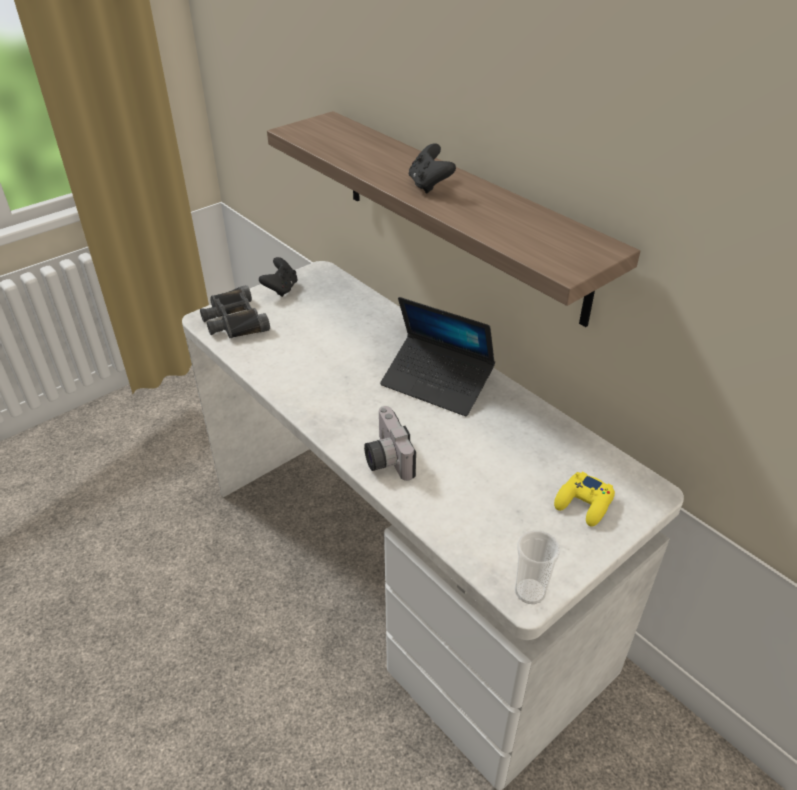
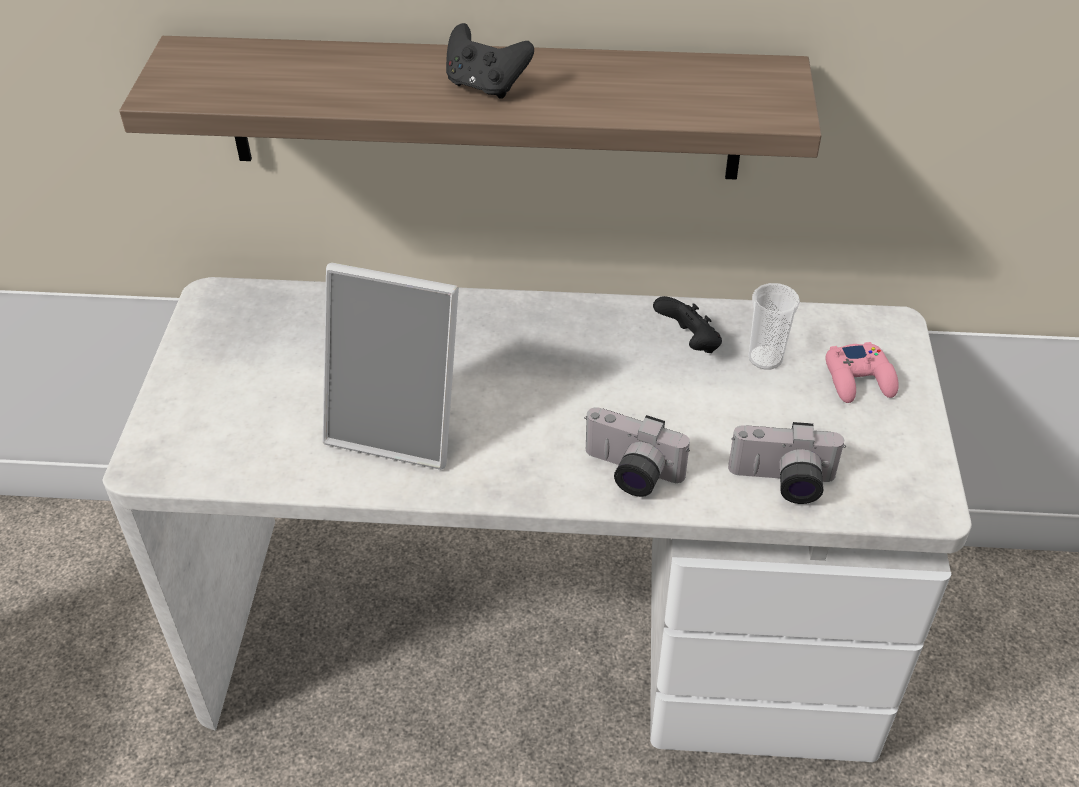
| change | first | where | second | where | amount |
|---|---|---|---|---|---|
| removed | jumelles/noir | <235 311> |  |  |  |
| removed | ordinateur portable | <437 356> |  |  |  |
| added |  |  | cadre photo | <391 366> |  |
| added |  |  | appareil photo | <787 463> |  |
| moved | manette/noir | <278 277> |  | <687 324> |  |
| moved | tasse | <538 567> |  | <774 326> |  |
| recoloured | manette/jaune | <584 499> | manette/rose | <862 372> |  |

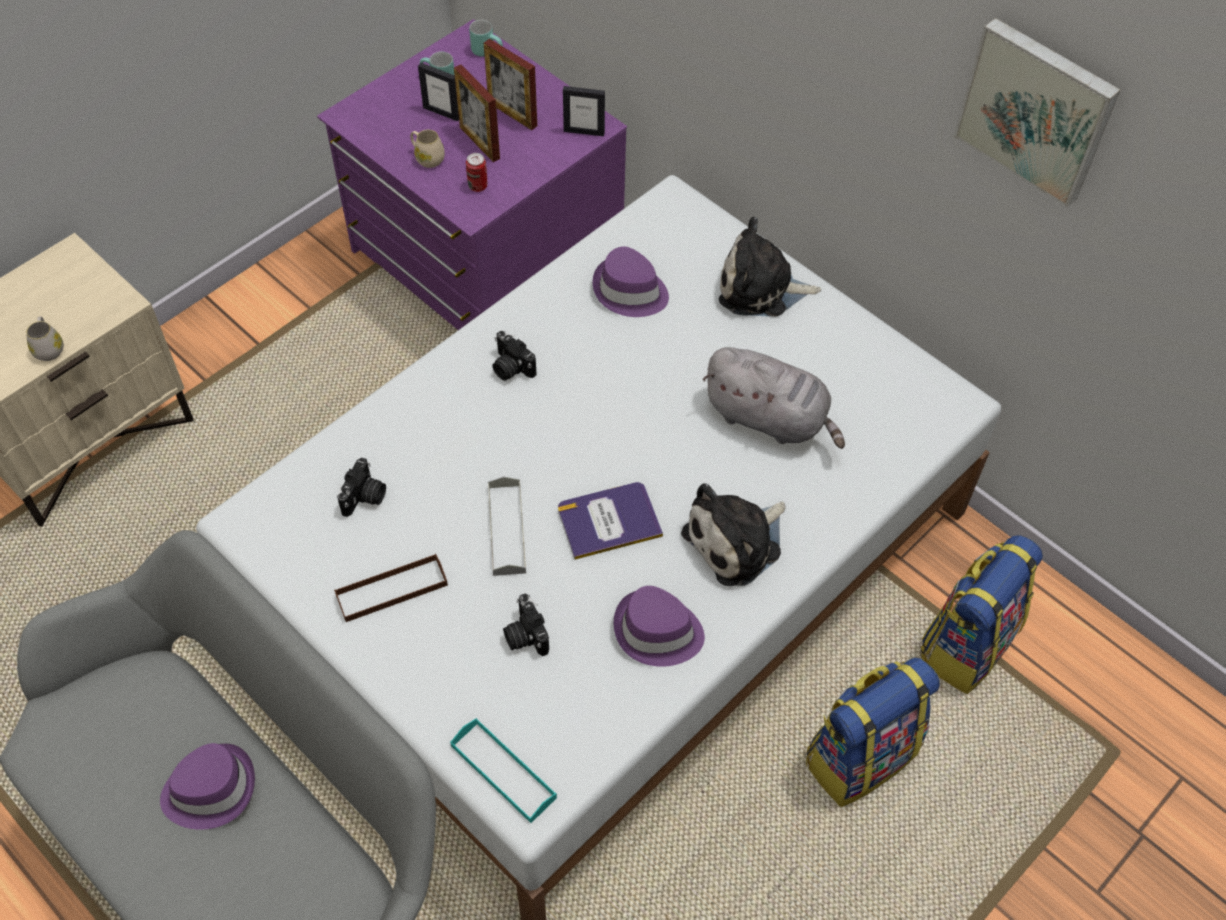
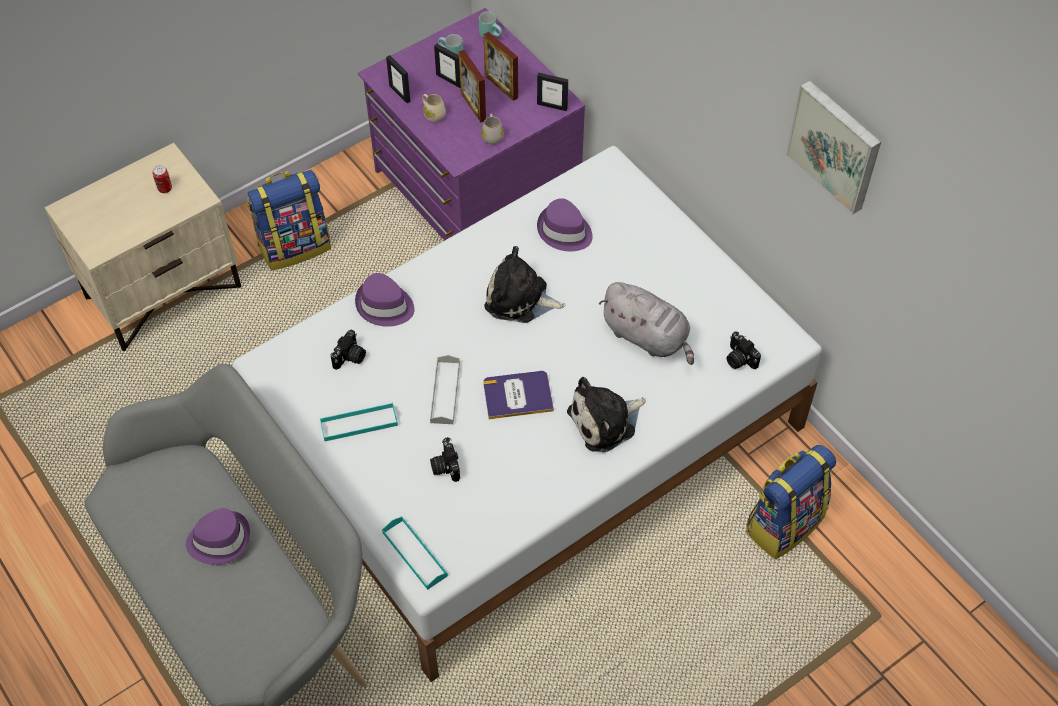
| change | first | where | second | where | amount |
|---|---|---|---|---|---|
| added |  |  | cadre photo | <398 79> |  |
| moved | mug/blanc | <45 339> |  | <492 128> |  |
| moved | boîte métallique | <476 172> |  | <162 179> |  |
| moved | appareil photo | <514 356> |  | <743 350> |  |
| moved | chapeau/violet | <659 626> |  | <385 300> |  |
| moved | peluche | <770 267> |  | <524 284> |  |
| moved | sac à dos | <873 732> |  | <289 220> |  |
| recoloured | plateau/marron | <391 588> | plateau/turquoise | <359 422> |  |

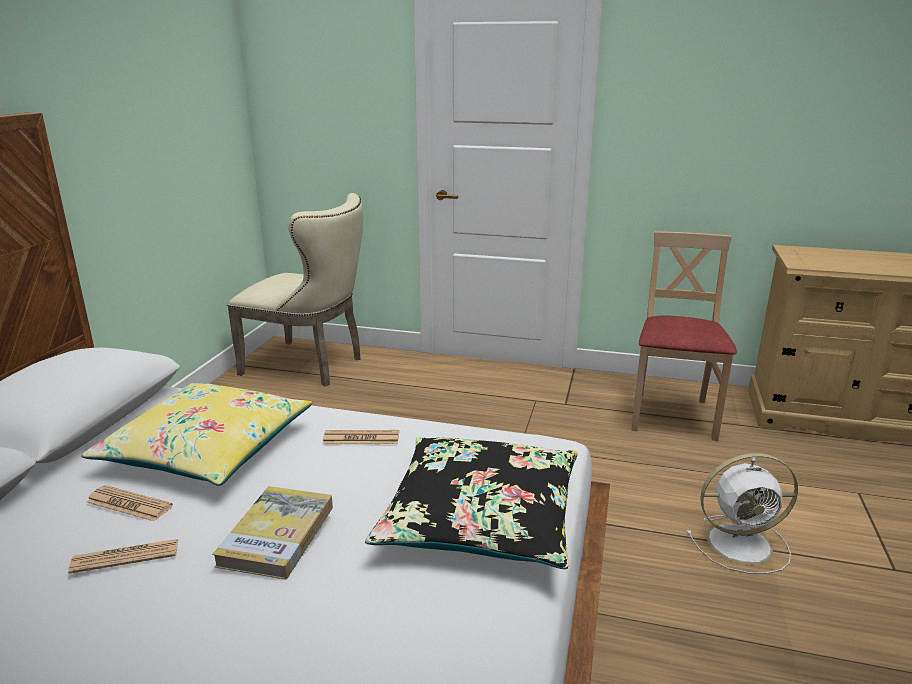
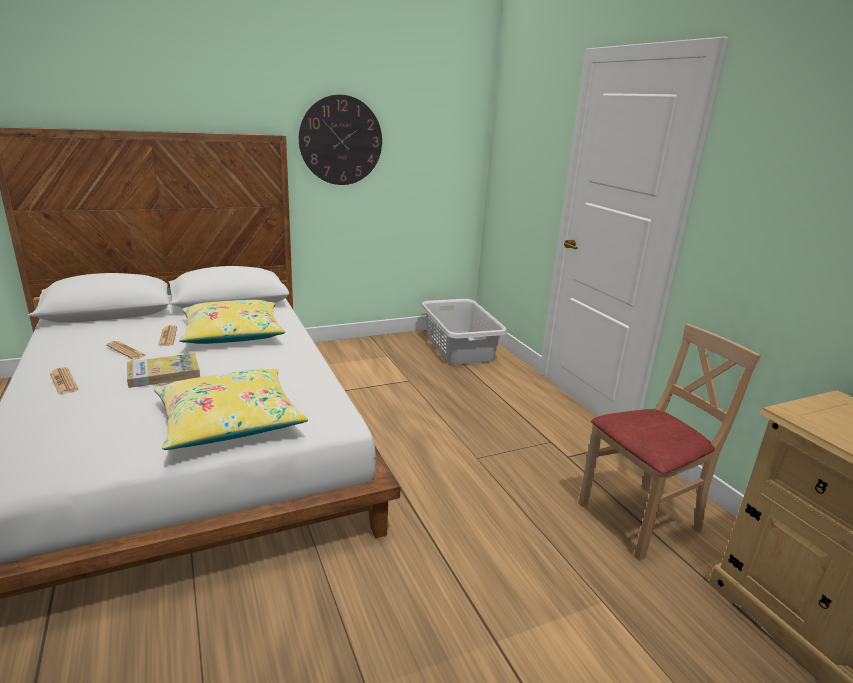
| change | first | where | second | where | amount |
|---|---|---|---|---|---|
| removed | ventilateur/blanc | <742 513> |  |  |  |
| added |  |  | horloge murale | <340 140> |  |
| moved | journal | <361 437> |  | <64 381> |  |
| replaced | chaise/beige | <295 289> | panier à linge/gris | <464 332> |  |
| recoloured | coussin/noir | <471 503> | coussin/jaune | <231 409> |  |

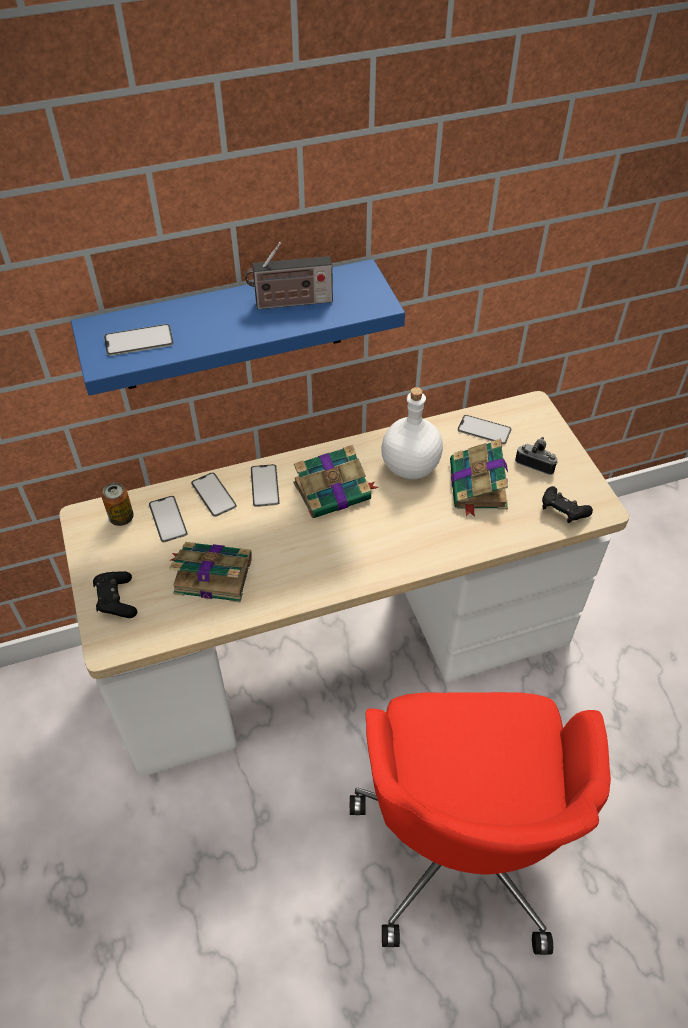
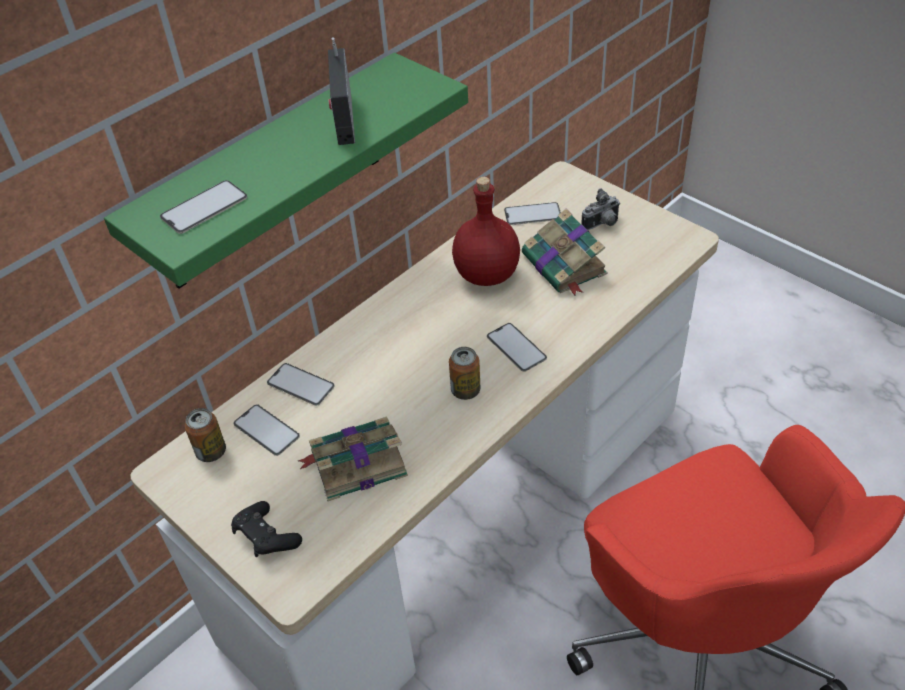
| change | first | where | second | where | amount |
|---|---|---|---|---|---|
| removed | livre | <336 481> |  |  |  |
| removed | manette/noir | <567 504> |  |  |  |
| added |  |  | boîte métallique | <464 373> |  |
| moved | téléphone | <265 485> |  | <517 347> |  |
| recoloured | étagère/bleu | <238 327> | étagère/vert | <286 171> |  |
| recoloured | bouteille/blanc | <412 433> | bouteille/rouge | <486 231> |  |
| turned | radio | <289 275> |  | <341 91> | 120 degrees clockwise |
| turned | appareil photo | <536 456> |  | <600 209> | 150 degrees clockwise |

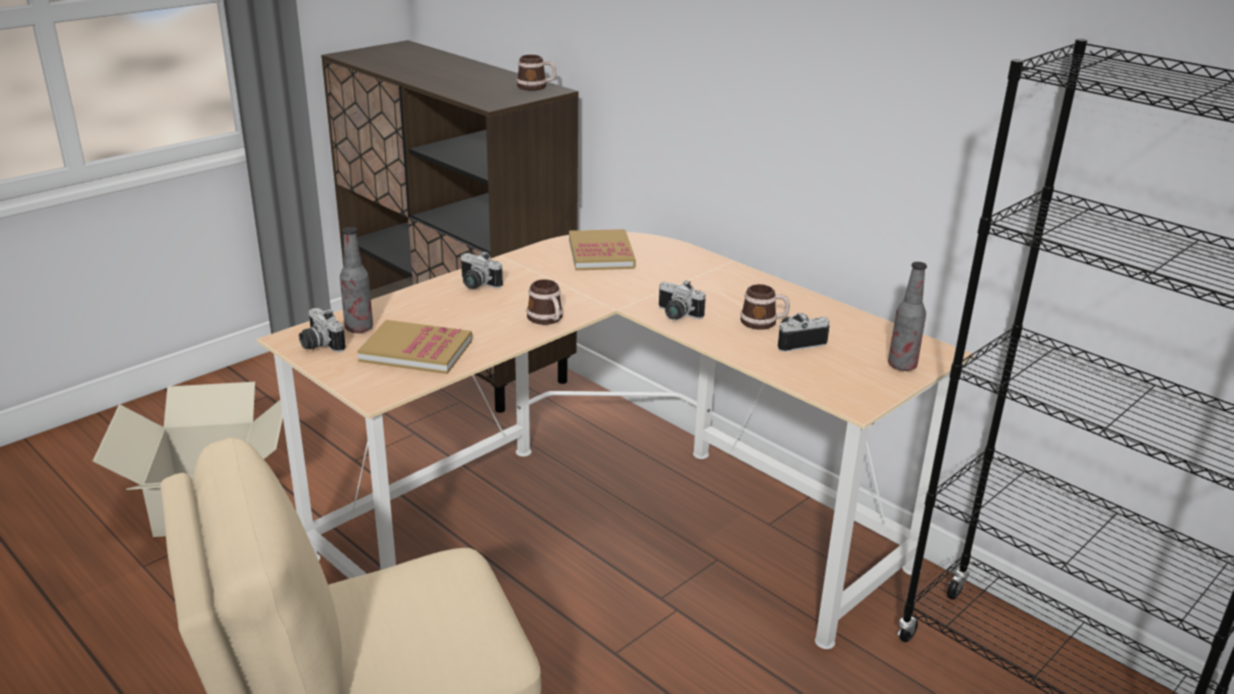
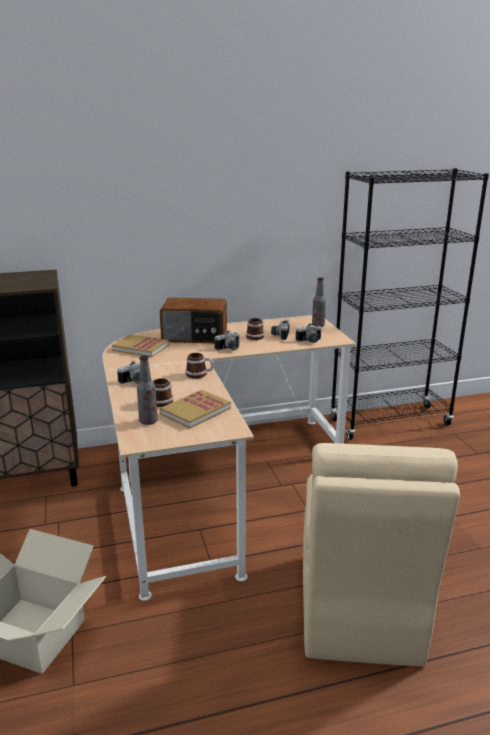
| change | first | where | second | where | amount |
|---|---|---|---|---|---|
| added |  |  | radio | <193 320> |  |
| moved | appareil photo | <322 330> |  | <308 333> |  |
| moved | mug | <536 73> |  | <163 392> |  |

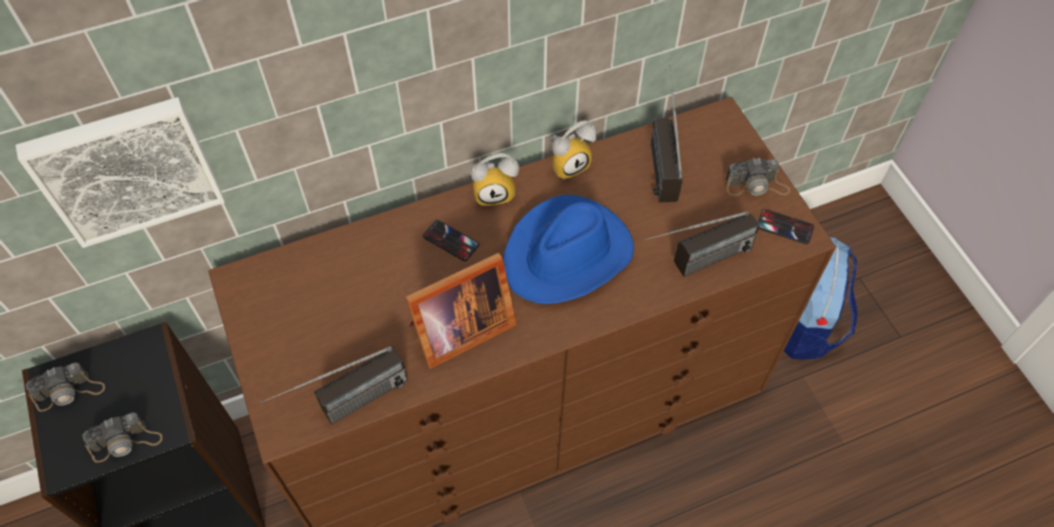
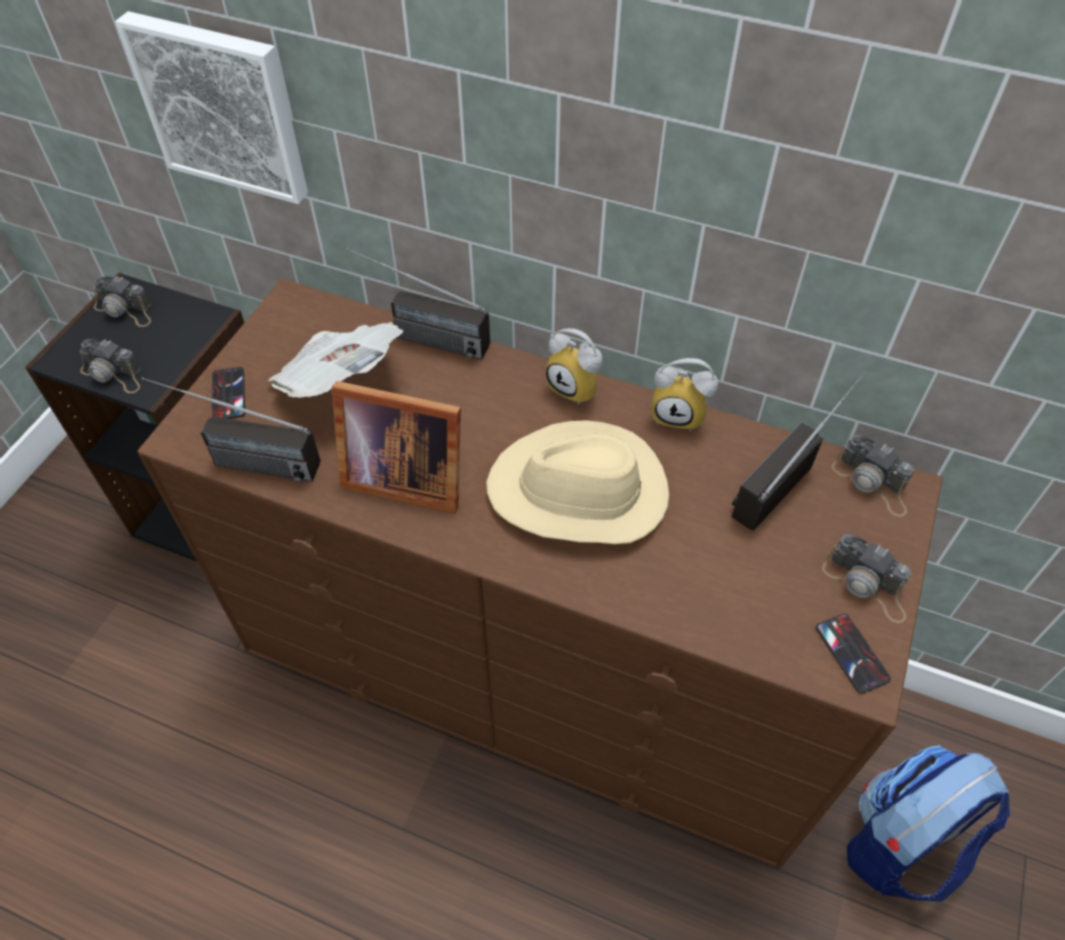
| change | first | where | second | where | amount |
|---|---|---|---|---|---|
| added |  |  | journal | <336 360> |  |
| added |  |  | appareil photo | <873 476> |  |
| moved | téléphone | <451 240> |  | <228 393> |  |
| moved | radio | <701 244> |  | <418 303> |  |
| recoloured | chapeau/bleu | <568 249> | chapeau/beige | <577 482> |  |

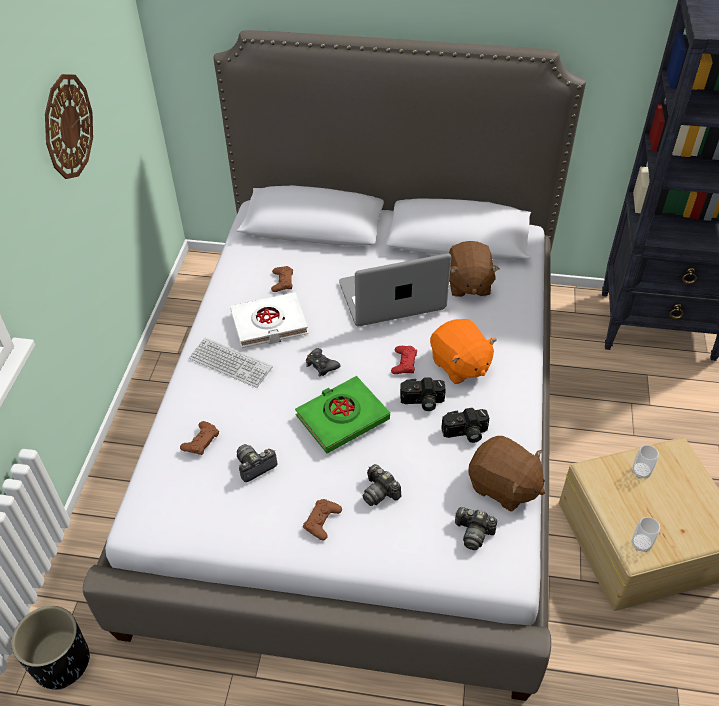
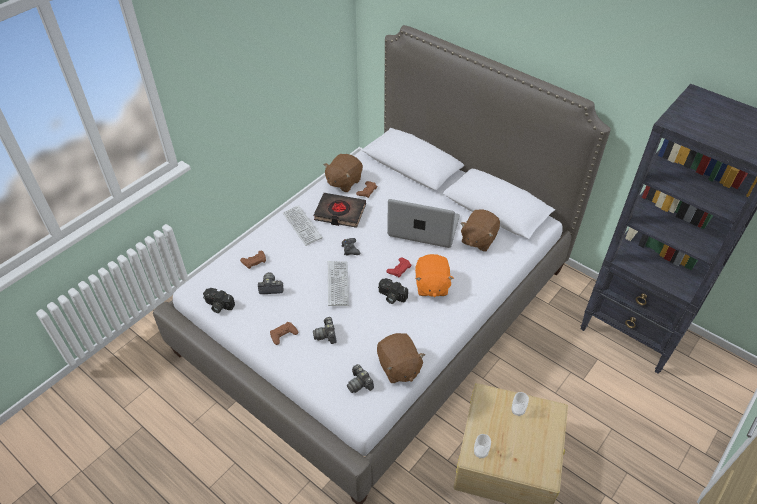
| change | first | where | second | where | amount |
|---|---|---|---|---|---|
| removed | cache-pot/noir | <50 648> |  |  |  |
| removed | horloge murale | <69 126> |  |  |  |
| added |  |  | peluche/marron | <343 173> |  |
| moved | appareil photo | <465 425> |  | <219 300> |  |
| replaced | livre/vert | <342 414> | clavier | <338 283> |  |
| recoloured | livre/blanc | <269 320> | livre/noir | <340 210> |  |

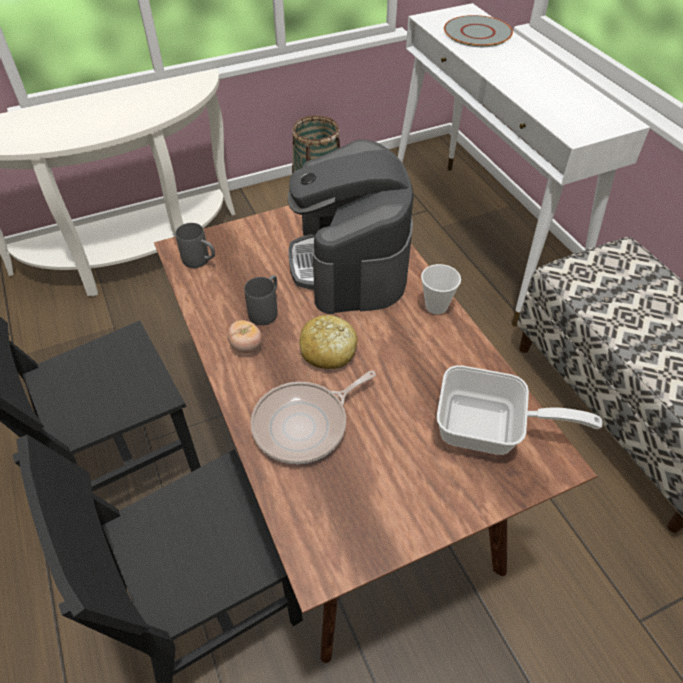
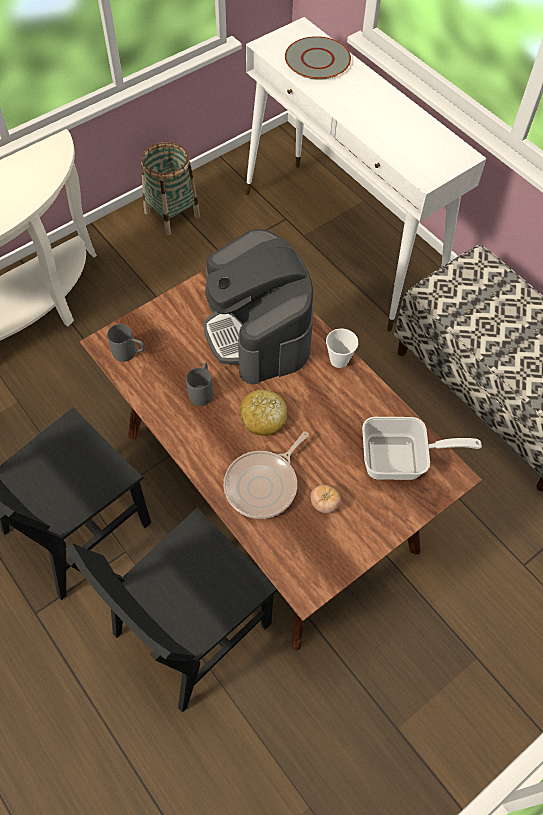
| change | first | where | second | where | amount |
|---|---|---|---|---|---|
| moved | tomate | <245 336> |  | <326 499> |  |

